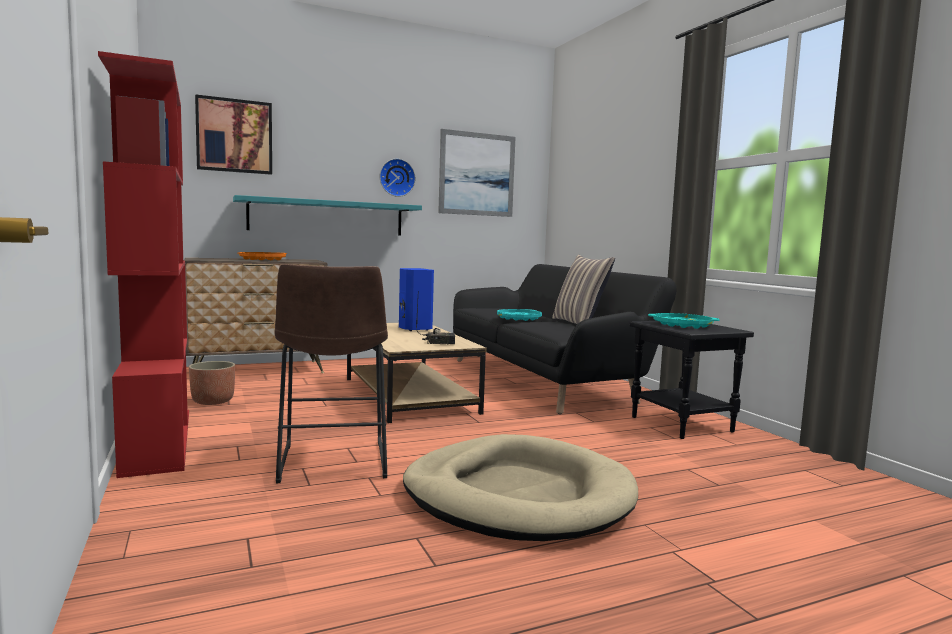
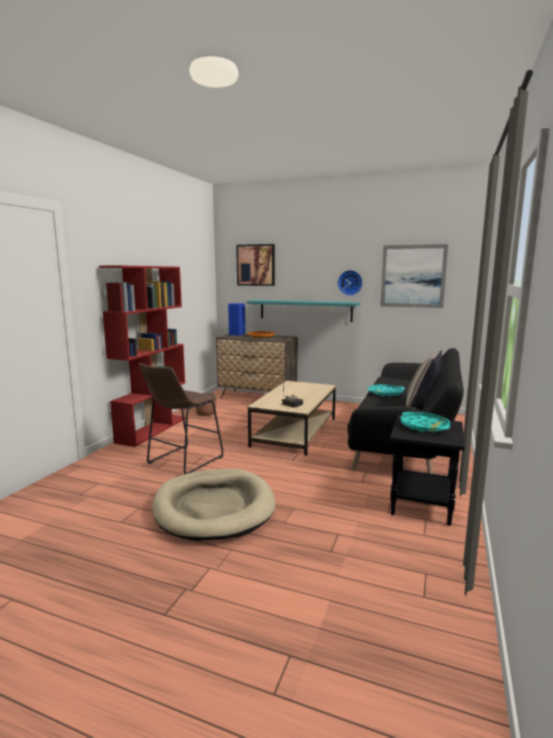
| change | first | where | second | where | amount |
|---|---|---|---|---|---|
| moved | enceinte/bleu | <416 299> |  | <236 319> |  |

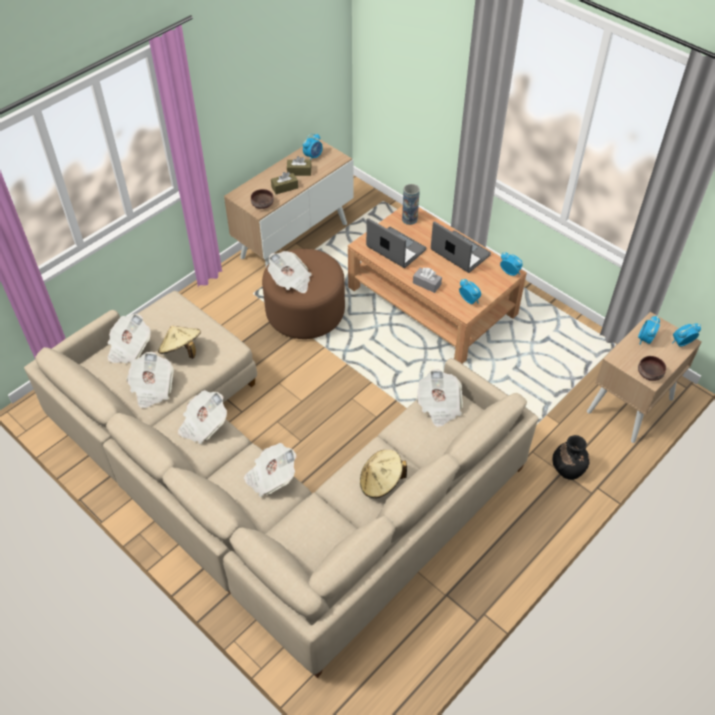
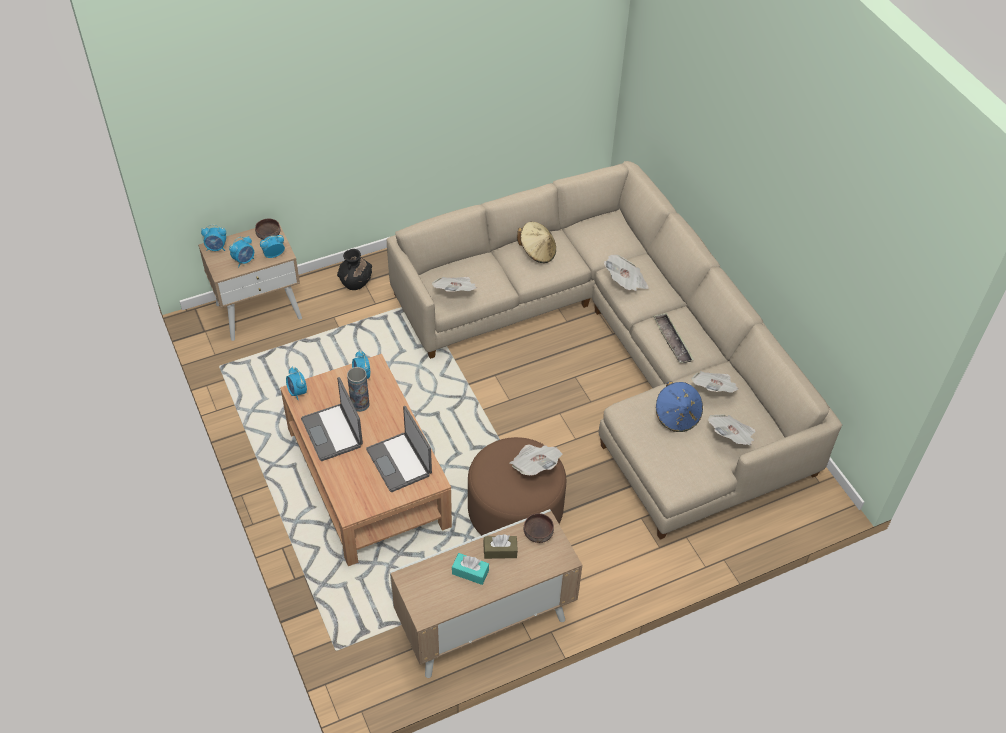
| change | first | where | second | where | amount |
|---|---|---|---|---|---|
| removed | boîte à mouchoirs/gris | <427 280> |  |  |  |
| moved | réveil | <313 147> |  | <272 246> |  |
| moved | vase | <411 204> |  | <358 389> |  |
| replaced | journal | <202 417> | plateau | <673 338> |  |
| recoloured | chapeau/beige | <179 342> | chapeau/bleu | <679 406> |  |
| recoloured | boîte à mouchoirs/marron | <299 166> | boîte à mouchoirs/turquoise | <470 569> |  |

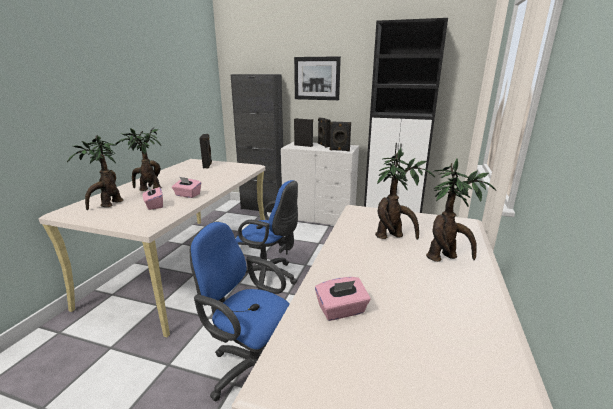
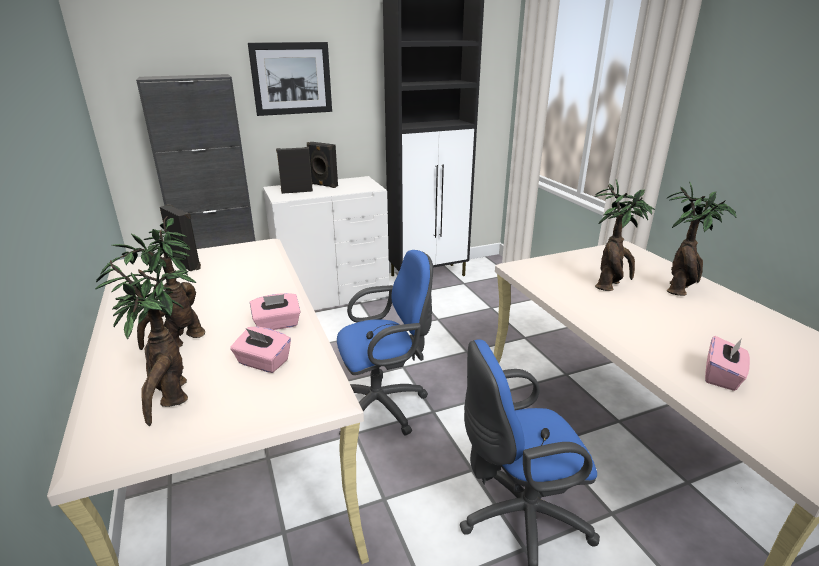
| change | first | where | second | where | amount |
|---|---|---|---|---|---|
| removed | enceinte/noir | <340 136> |  |  |  |

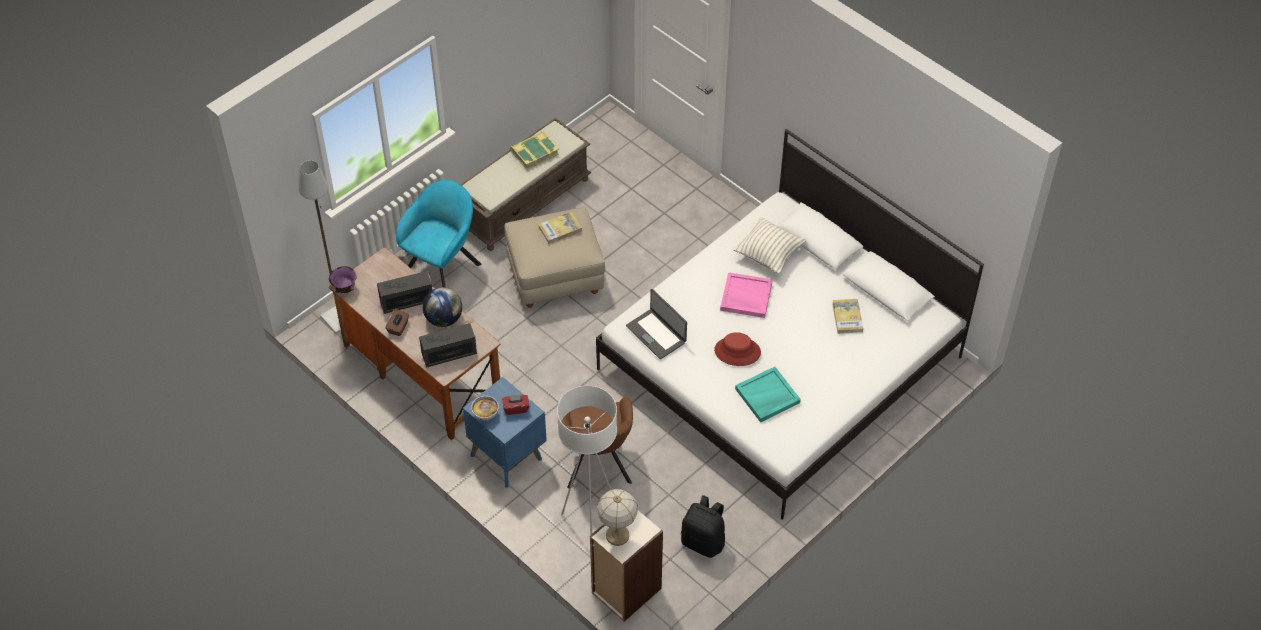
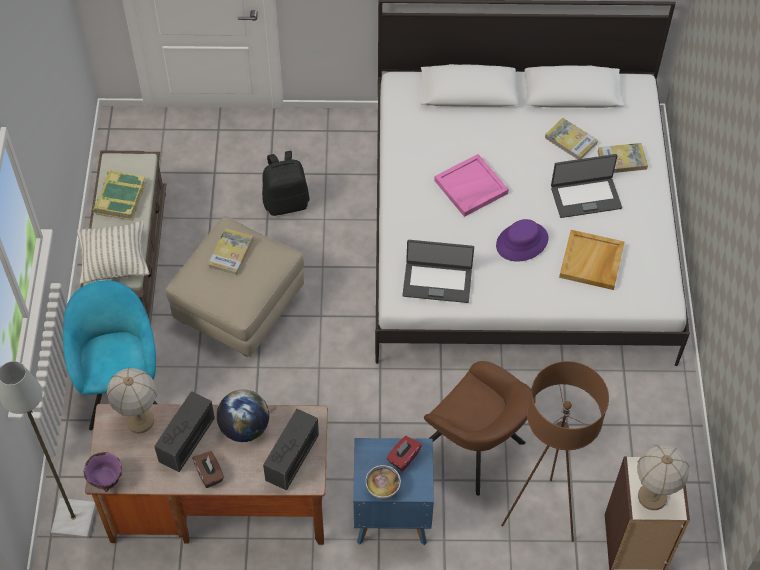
| change | first | where | second | where | amount |
|---|---|---|---|---|---|
| added |  |  | lampe de table | <132 400> |  |
| added |  |  | ordinateur portable | <586 186> |  |
| added |  |  | livre | <622 158> |  |
| moved | sac à dos/noir | <703 526> |  | <286 183> |  |
| moved | coussin | <770 245> |  | <113 252> |  |
| recoloured | lampadaire/blanc | <587 460> | lampadaire/marron | <555 451> |  |
| recoloured | chapeau/rouge | <737 349> | chapeau/violet | <522 240> |  |
| recoloured | plateau/turquoise | <768 395> | plateau/beige | <591 260> |  |

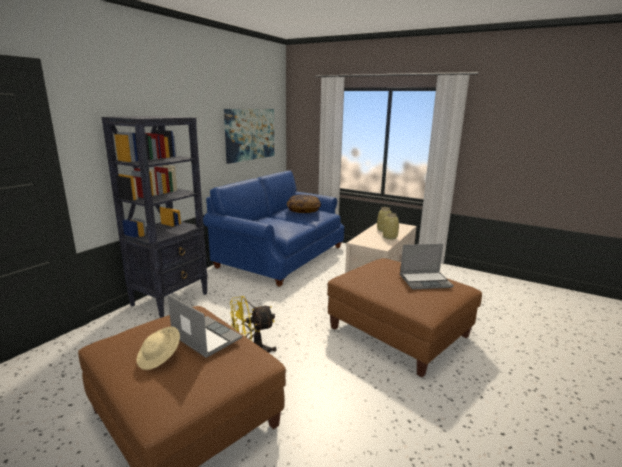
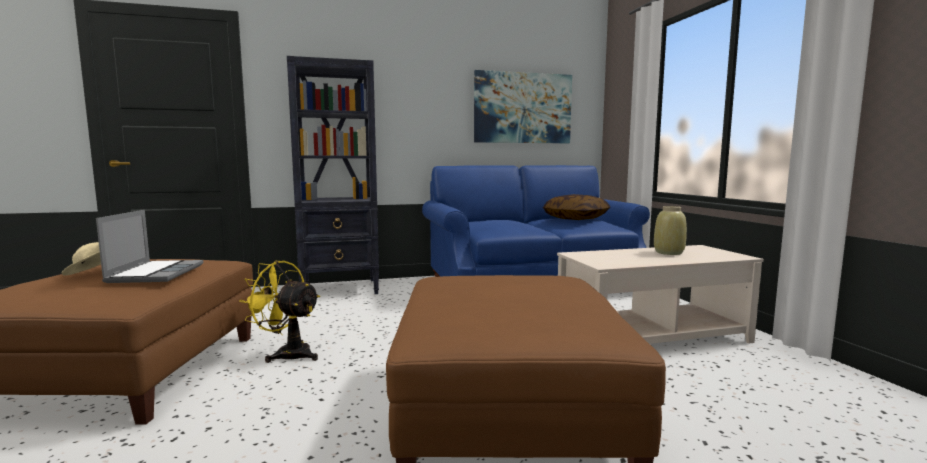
| change | first | where | second | where | amount |
|---|---|---|---|---|---|
| removed | vase/beige | <390 226> |  |  |  |
| removed | ordinateur portable | <427 267> |  |  |  |

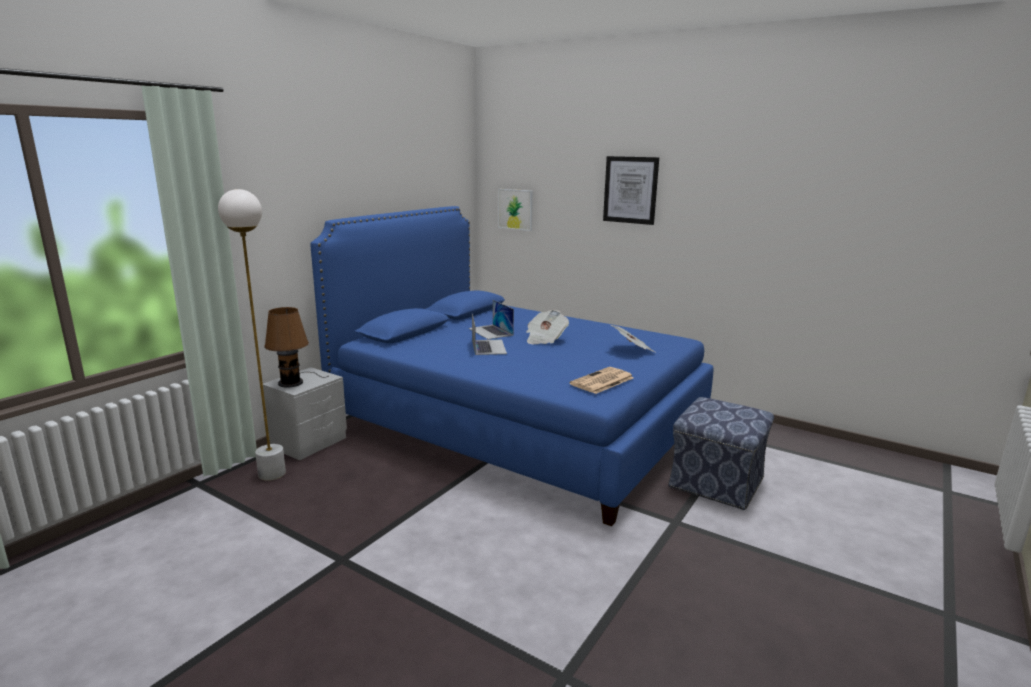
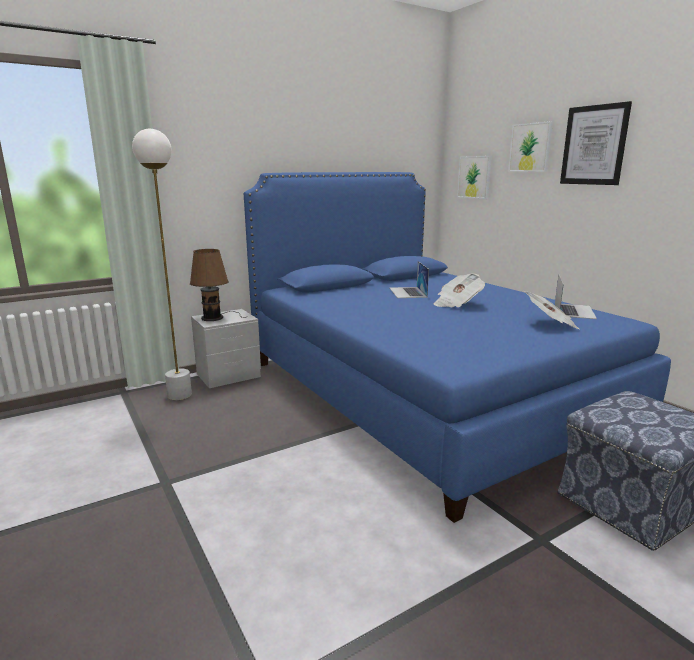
| change | first | where | second | where | amount |
|---|---|---|---|---|---|
| removed | journal | <602 380> |  |  |  |
| added |  |  | tableau | <530 146> |  |
| moved | ordinateur portable | <489 334> |  | <576 297> |  |

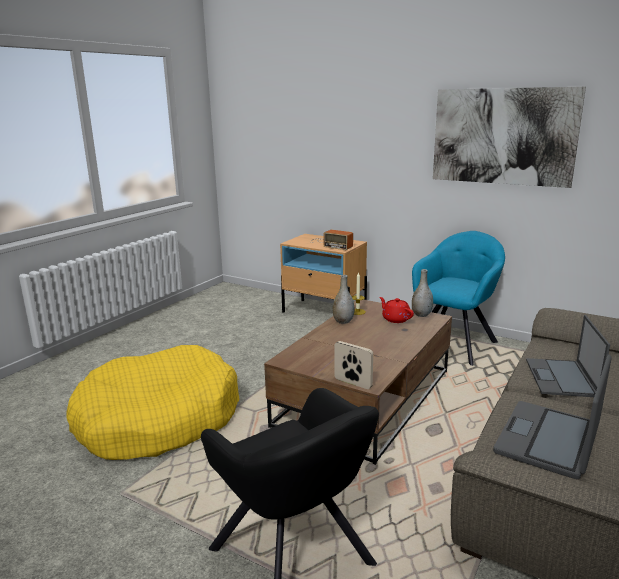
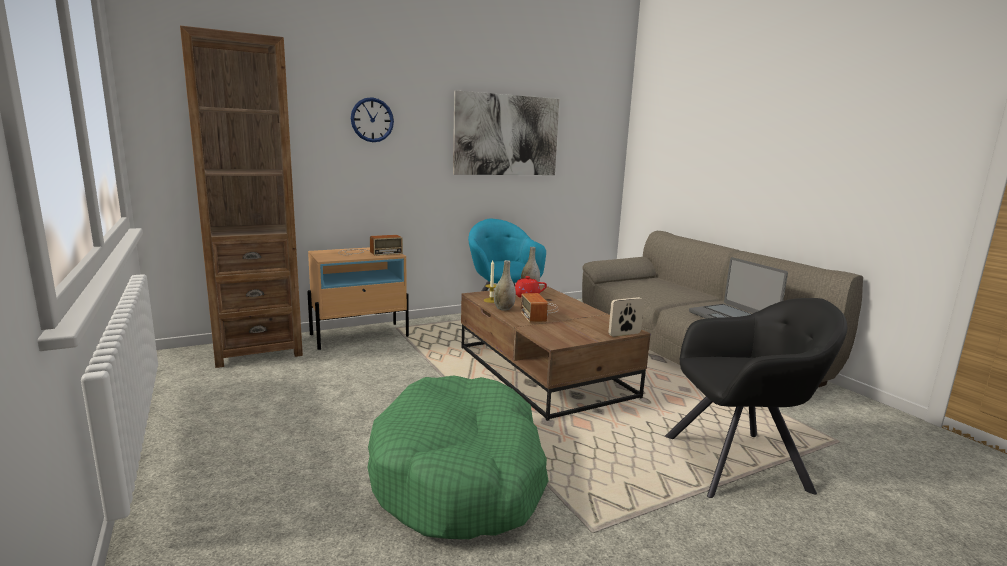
| change | first | where | second | where | amount |
|---|---|---|---|---|---|
| removed | ordinateur portable | <568 356> |  |  |  |
| added |  |  | bibliothèque/marron | <241 197> |  |
| added |  |  | horloge murale | <372 119> |  |
| added |  |  | radio | <539 307> |  |
| recoloured | panier pour chien/jaune | <152 402> | panier pour chien/vert | <458 457> |  |

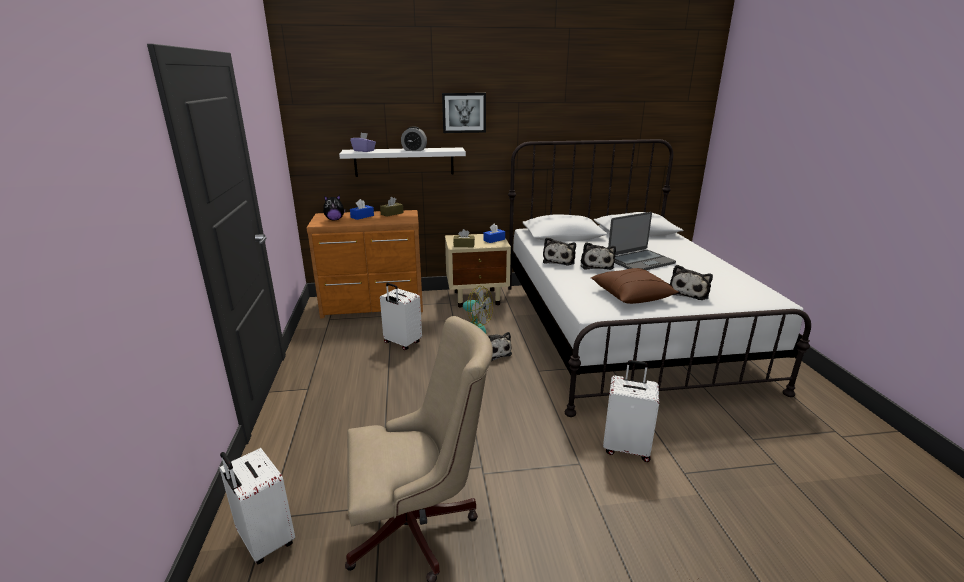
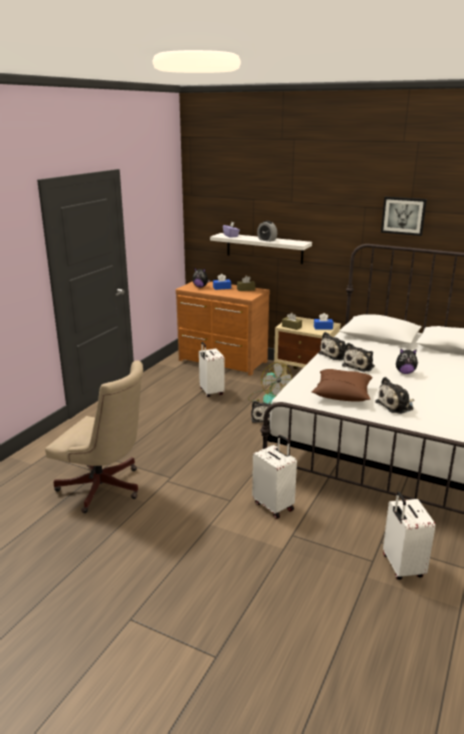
| change | first | where | second | where | amount |
|---|---|---|---|---|---|
| moved | valise/blanc | <257 506> |  | <409 536> |  |
| moved | tableau | <464 113> |  | <404 216> |  |
| replaced | ordinateur portable | <642 241> | peluche | <407 361> |  |

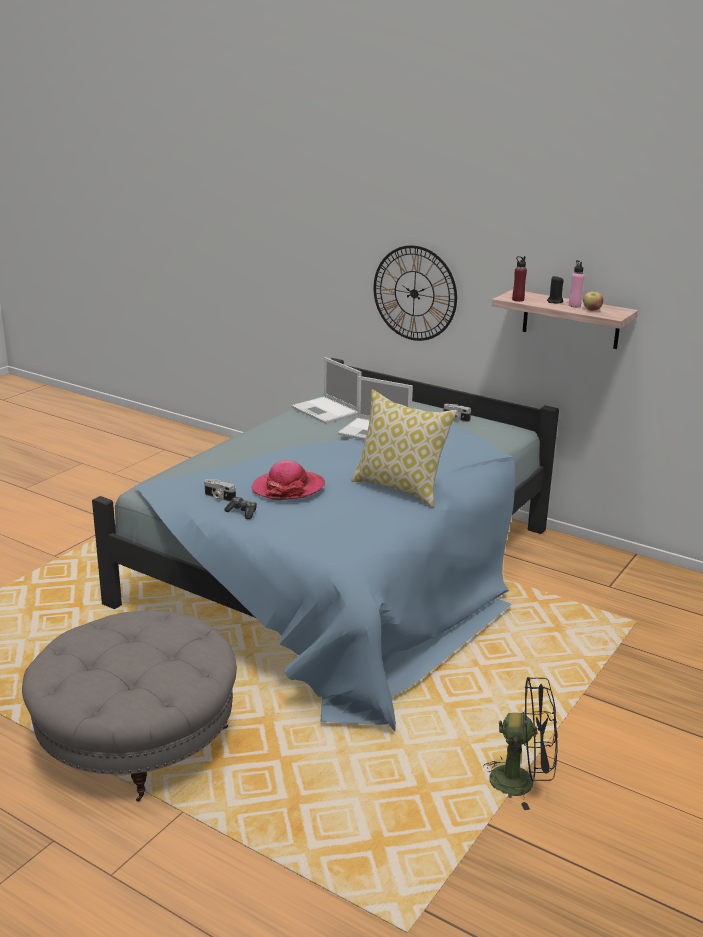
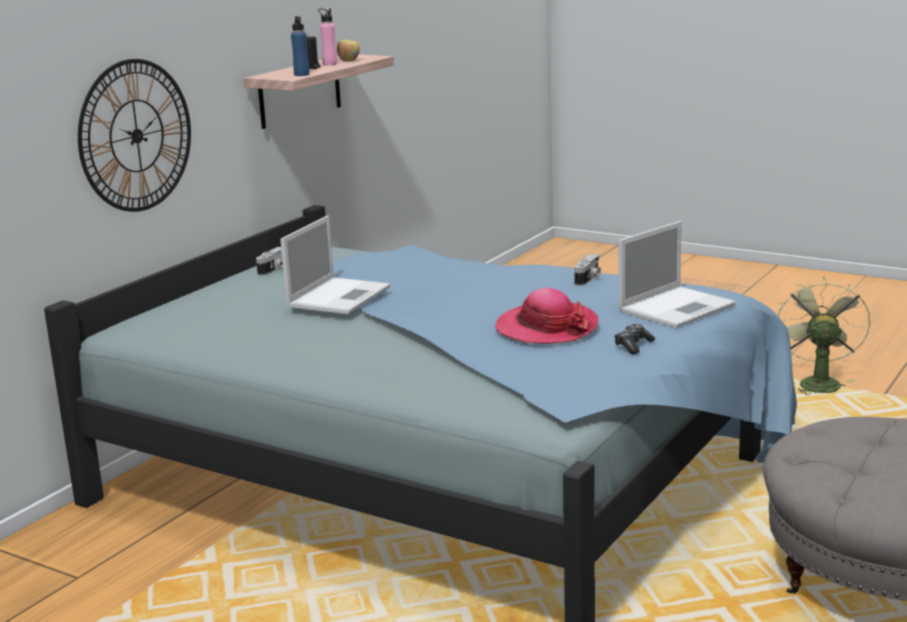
| change | first | where | second | where | amount |
|---|---|---|---|---|---|
| removed | coussin | <404 448> |  |  |  |
| moved | appareil photo | <220 490> |  | <587 270> |  |
| moved | ordinateur portable | <326 390> |  | <677 274> |  |
| recoloured | ventilateur/noir | <520 743> | ventilateur/vert | <823 335> |  |
| recoloured | bouteille/rouge | <519 279> | bouteille/bleu | <300 46> |  |

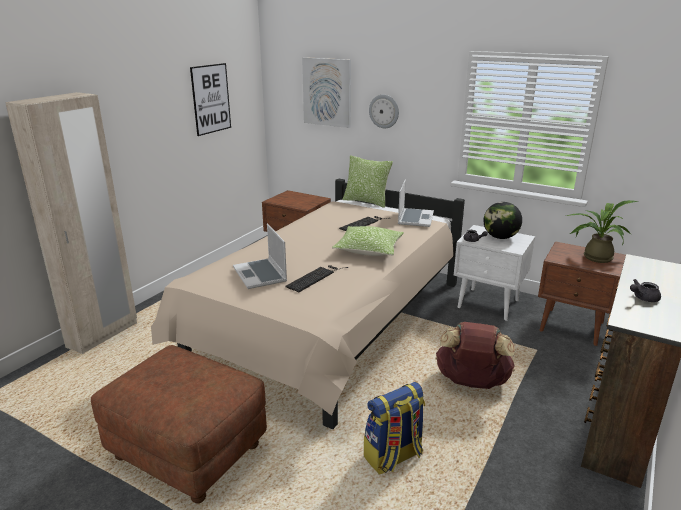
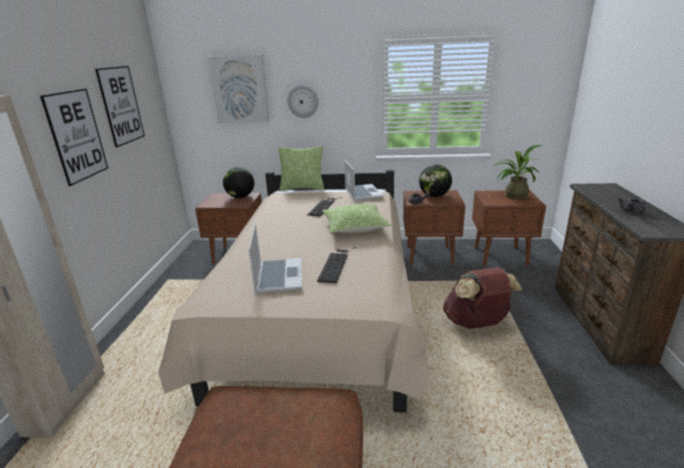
| change | first | where | second | where | amount |
|---|---|---|---|---|---|
| removed | sac à dos | <394 428> |  |  |  |
| added |  |  | tableau | <74 137> |  |
| added |  |  | globe | <238 182> |  |
| recoloured | table de chevet/blanc | <494 272> | table de chevet/marron | <434 227> |  |
| turned | ordinateur portable | <260 256> |  | <275 258> | 135 degrees counterclockwise |

